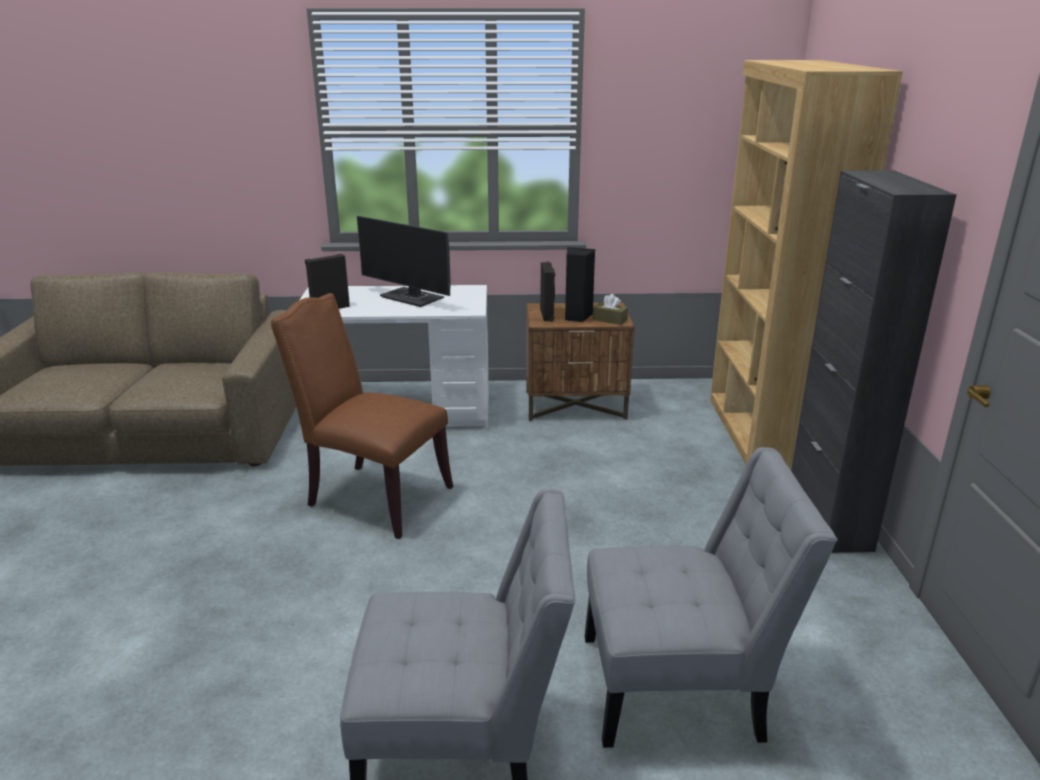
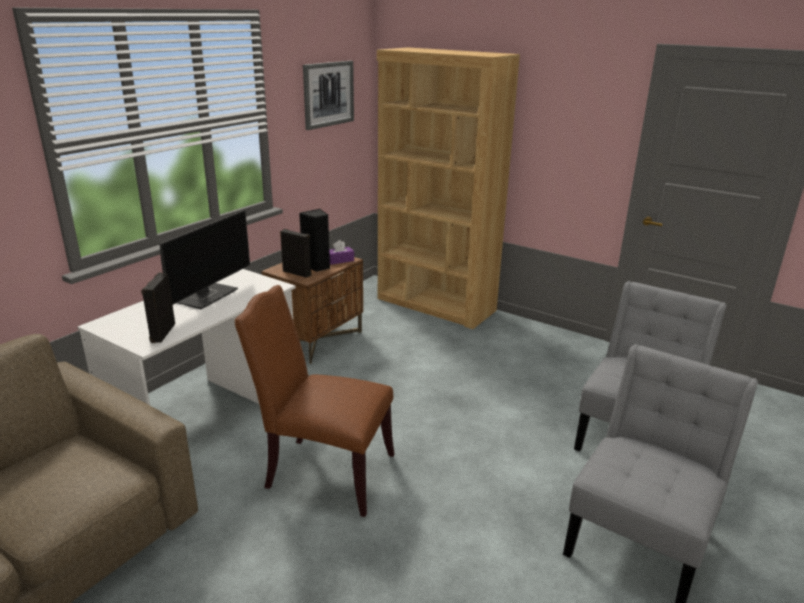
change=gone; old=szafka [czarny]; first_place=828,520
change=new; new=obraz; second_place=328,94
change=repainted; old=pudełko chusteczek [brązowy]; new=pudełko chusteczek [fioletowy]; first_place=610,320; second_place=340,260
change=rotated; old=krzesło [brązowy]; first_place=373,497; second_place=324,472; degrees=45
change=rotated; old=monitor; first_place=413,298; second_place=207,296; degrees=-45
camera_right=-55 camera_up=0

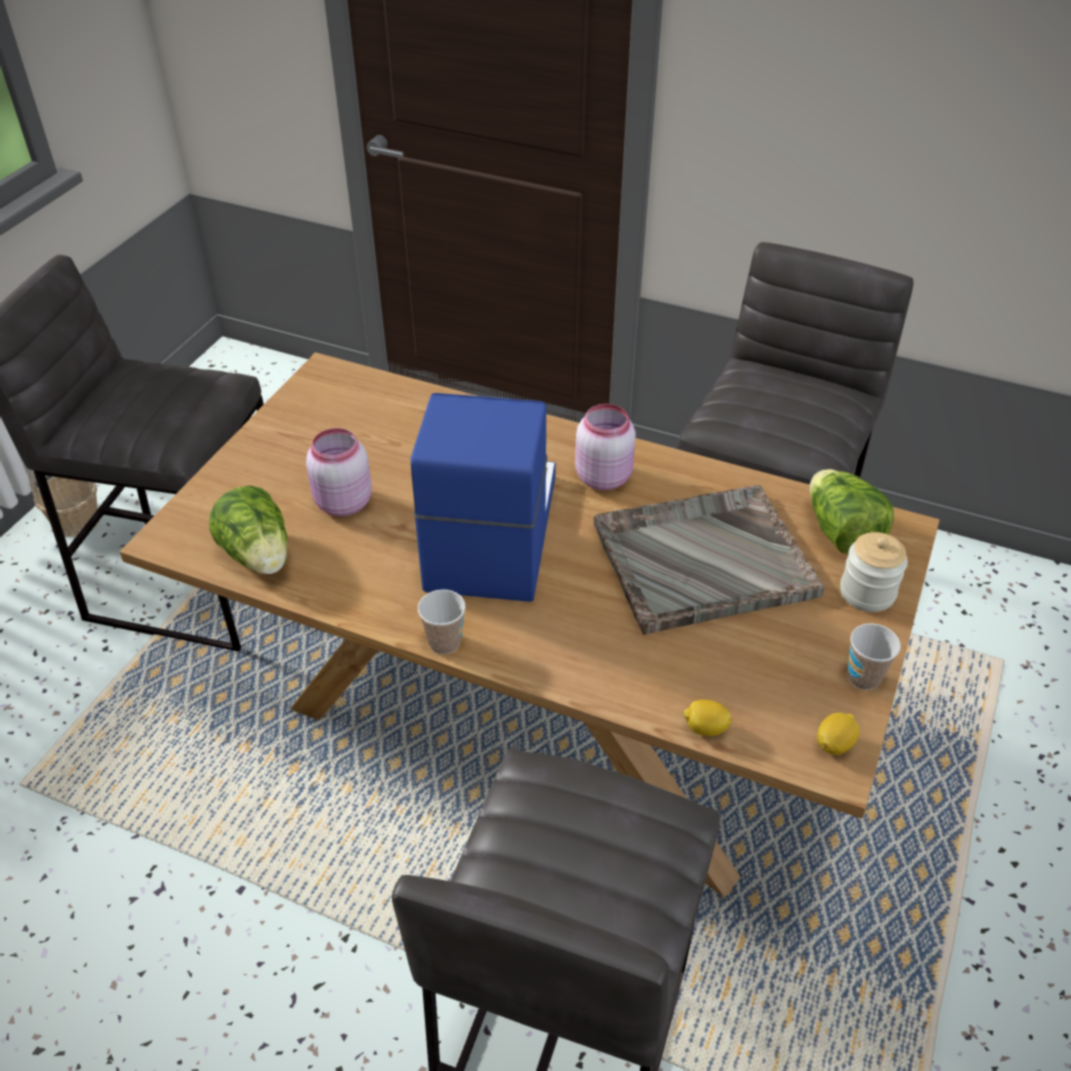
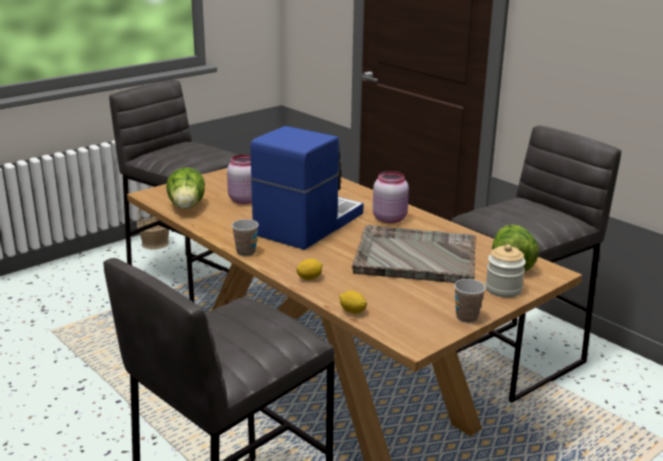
change=shifted; old=cytryna; first_place=834,744; second_place=309,278
camera_right=25 camera_up=-20

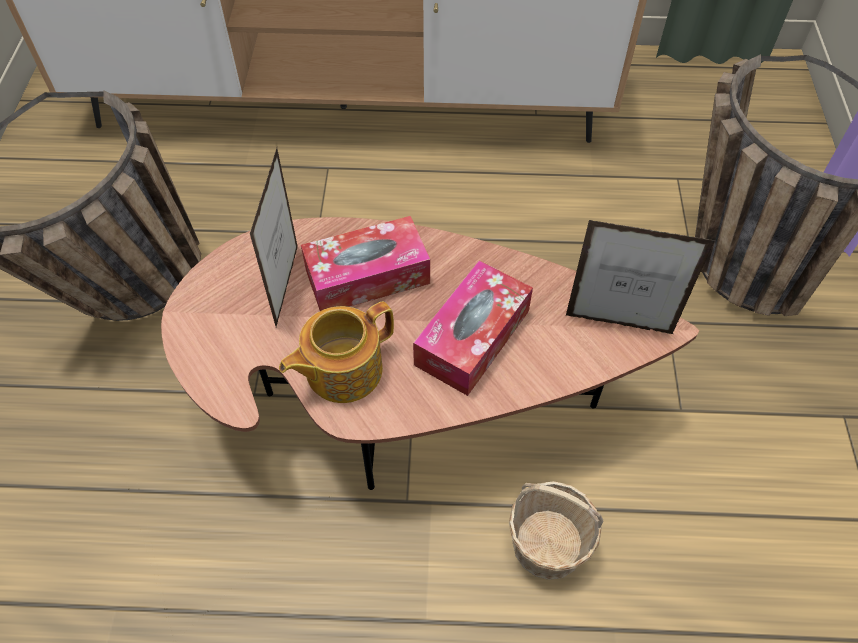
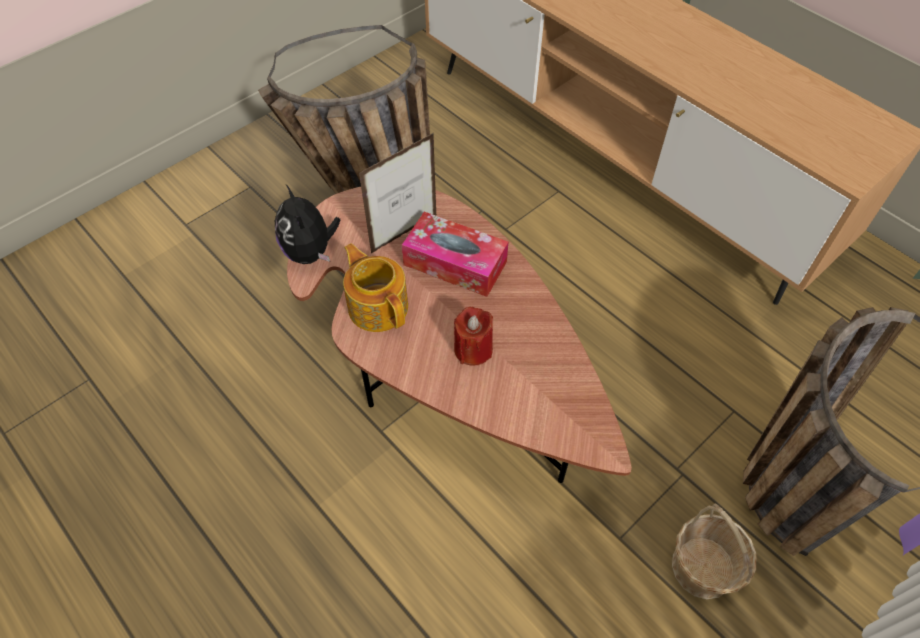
change=gone; old=ramka na zdjęcie; first_place=619,324
change=new; new=pluszak; second_place=311,252
change=shifted; old=koszyk; first_place=548,545; second_place=702,568
change=swapped; old=pudełko chusteczek; new=świeca [czerwony]; first_place=472,337; second_place=473,349
change=rotated; old=imbryk; first_place=342,370; second_place=378,306; degrees=45
camera_right=45 camera_up=0

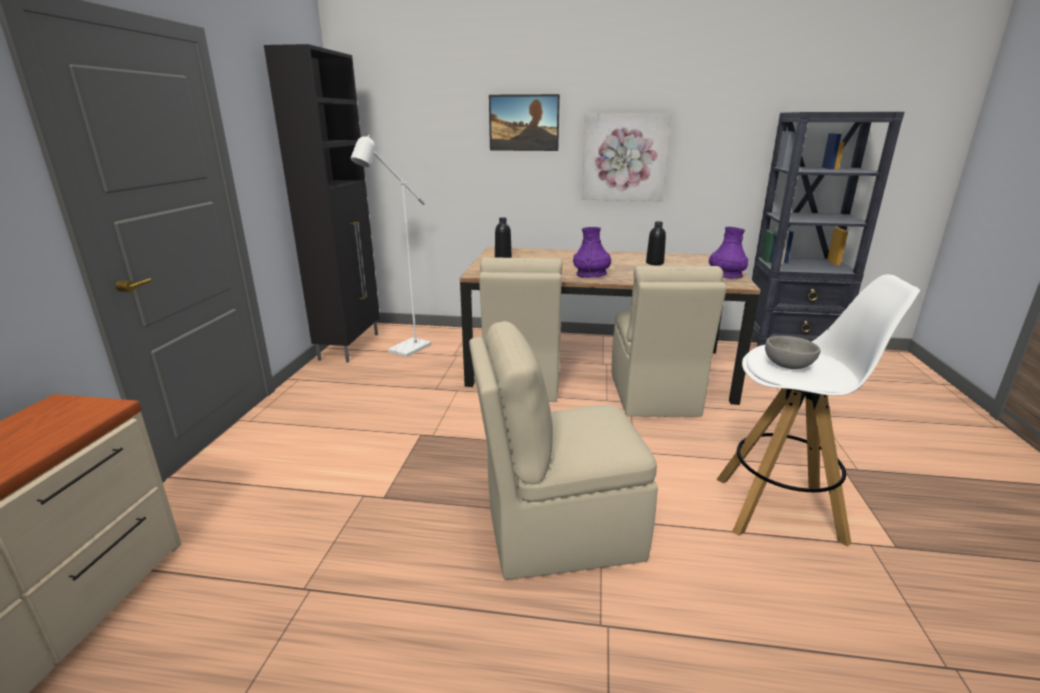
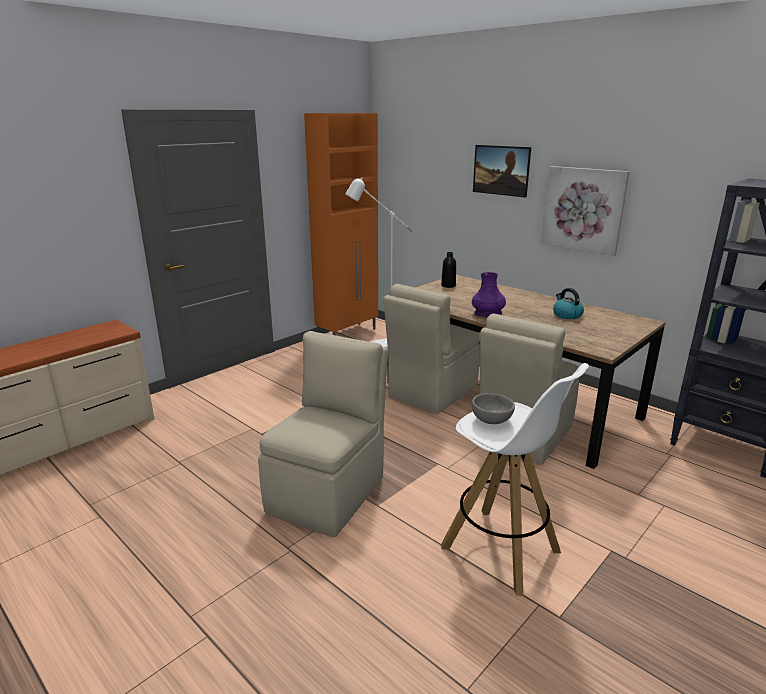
change=gone; old=wazon [fioletowy]; first_place=726,275
change=swapped; old=butelka [czarny]; new=czajnik; first_place=654,263; second_place=566,315
change=repainted; old=szafka [czarny]; new=szafka [pomarańczowy]; first_place=350,346; second_place=348,333
change=rotated; old=krzesło [beżowy]; first_place=558,532; second_place=329,492; degrees=90
camera_right=35 camera_up=0

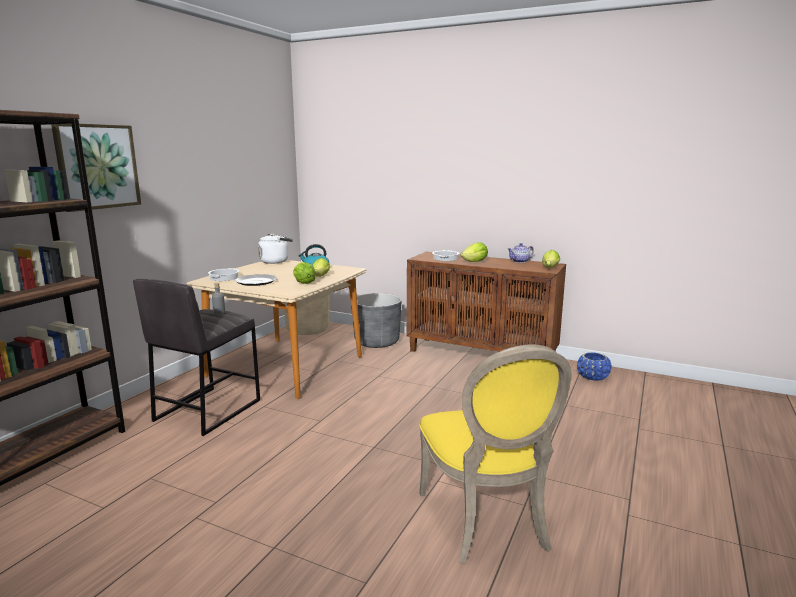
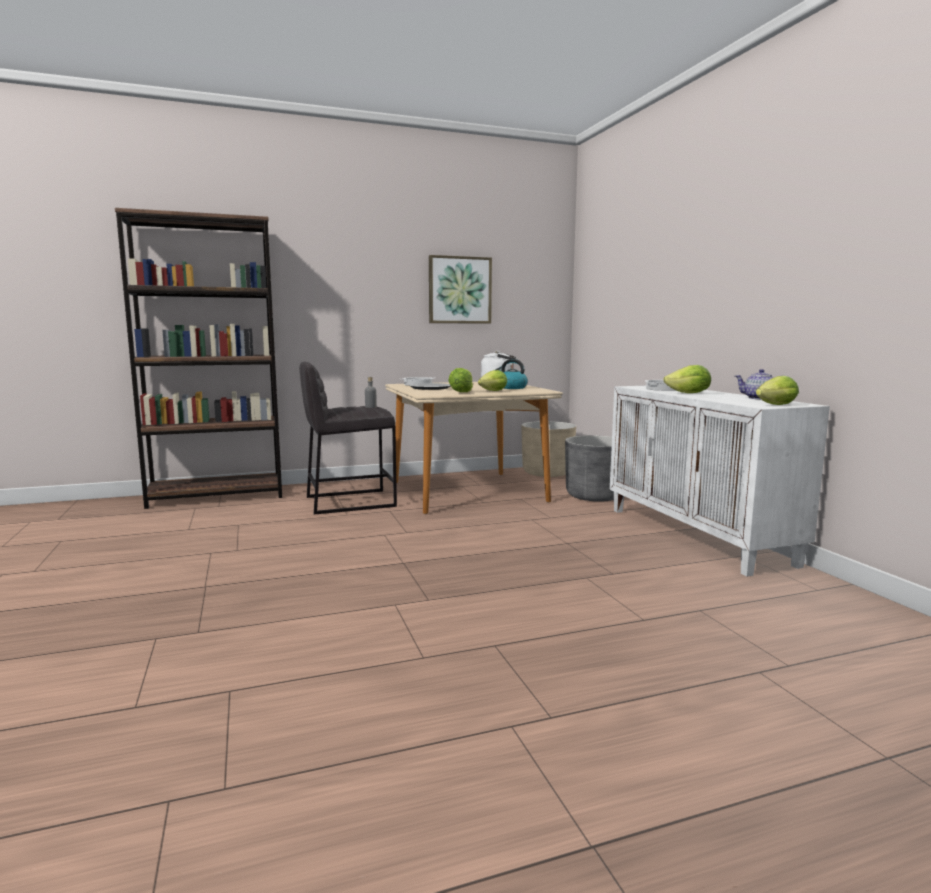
change=gone; old=krzesło [żółty]; first_place=488,522
change=gone; old=donica [niebieski]; first_place=593,377
change=shifted; old=obraz; first_place=97,166; second_place=459,290
change=repainted; old=szafka [brązowy]; new=szafka [biały]; first_place=482,355; second_place=697,535
camera_right=45 camera_up=-5

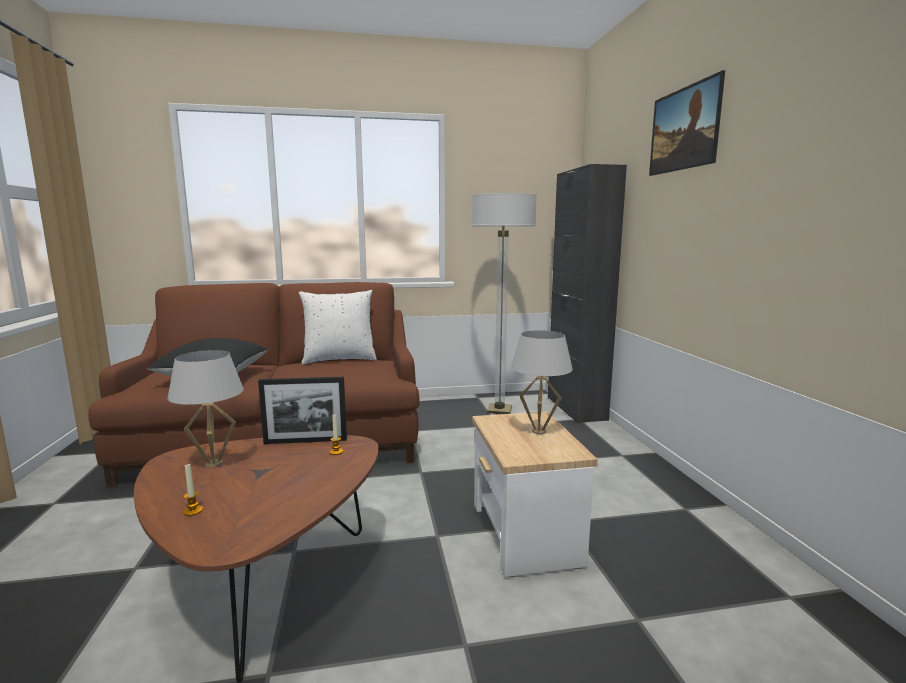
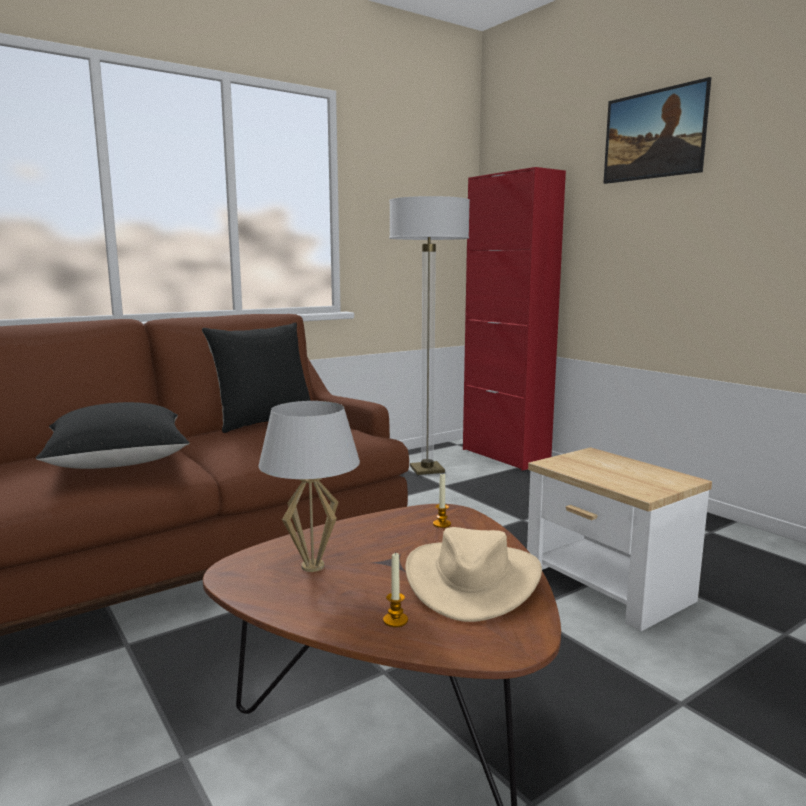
change=gone; old=ramka na zdjęcie; first_place=305,441
change=gone; old=lampa stołowa [biały]; first_place=538,431
change=new; new=kapelusz [beżowy]; second_place=472,579
change=repainted; old=poduszka [biały]; new=poduszka [czarny]; first_place=339,359; second_place=263,422
change=repainted; old=szafka [czarny]; new=szafka [czerwony]; first_place=576,408; second_place=505,456
camera_right=-25 camera_up=0

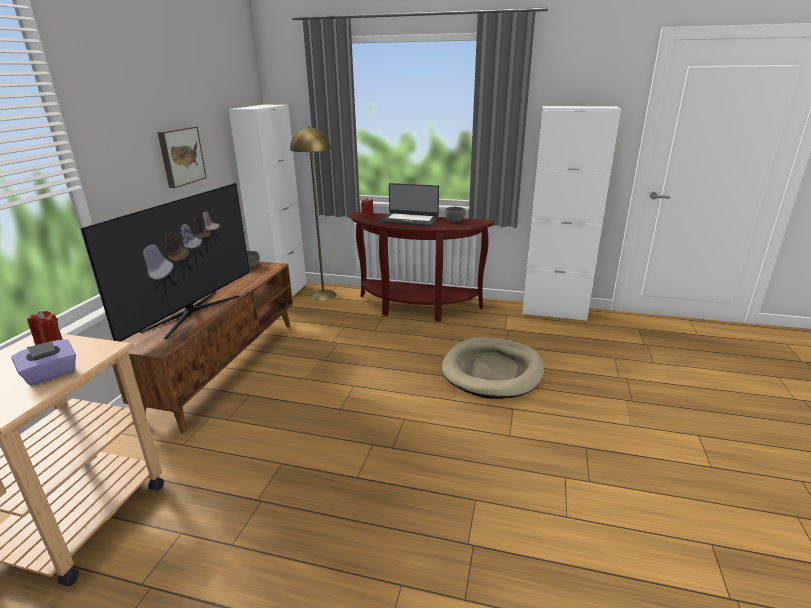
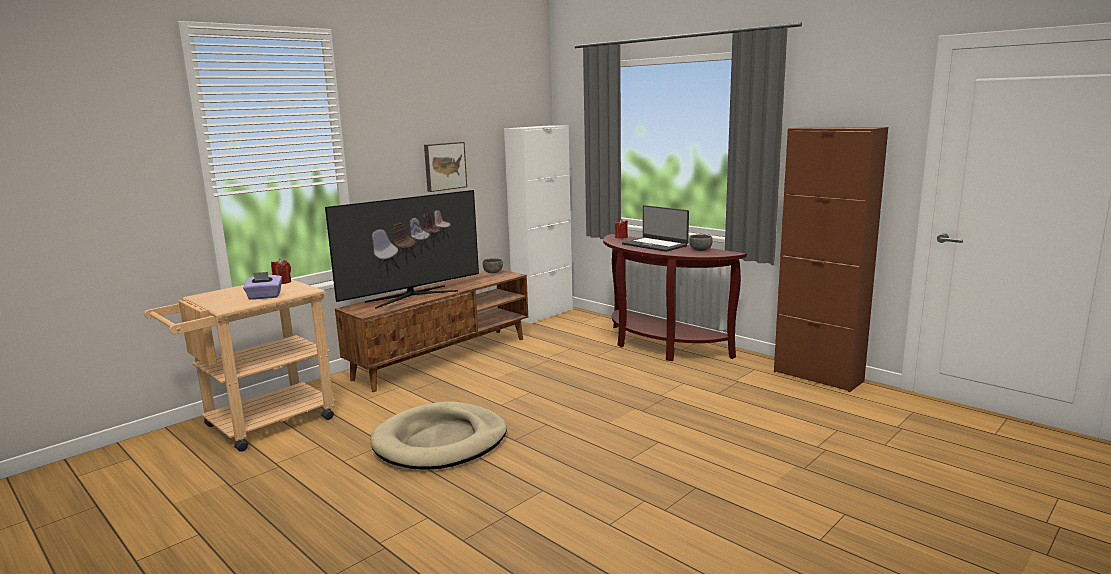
change=gone; old=lampa stojąca [żółty]; first_place=323,295
change=shifted; old=legowisko [beżowy]; first_place=492,371; second_place=440,441
change=repainted; old=szafka [biały]; new=szafka [brązowy]; first_place=554,312; second_place=818,376
camera_right=30 camera_up=-10

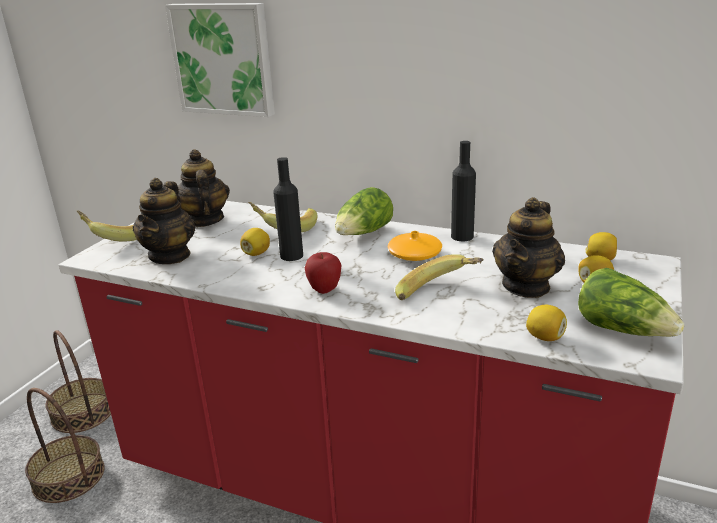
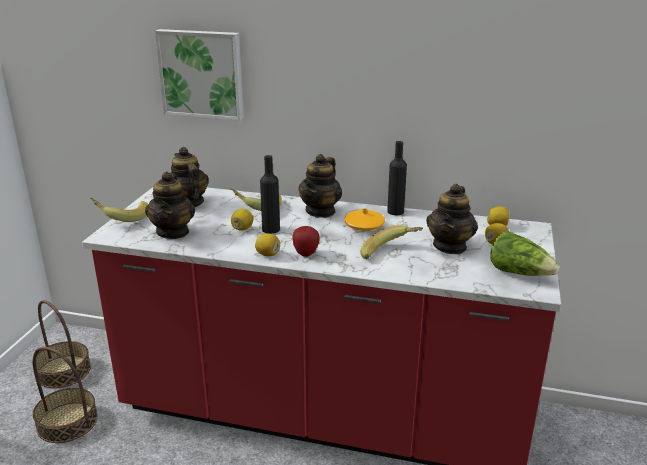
change=shifted; old=cytryna; first_place=545,337; second_place=267,254
change=swapped; old=sałata; new=imbryk; first_place=364,234; second_place=320,211
camera_right=-10 camera_up=0

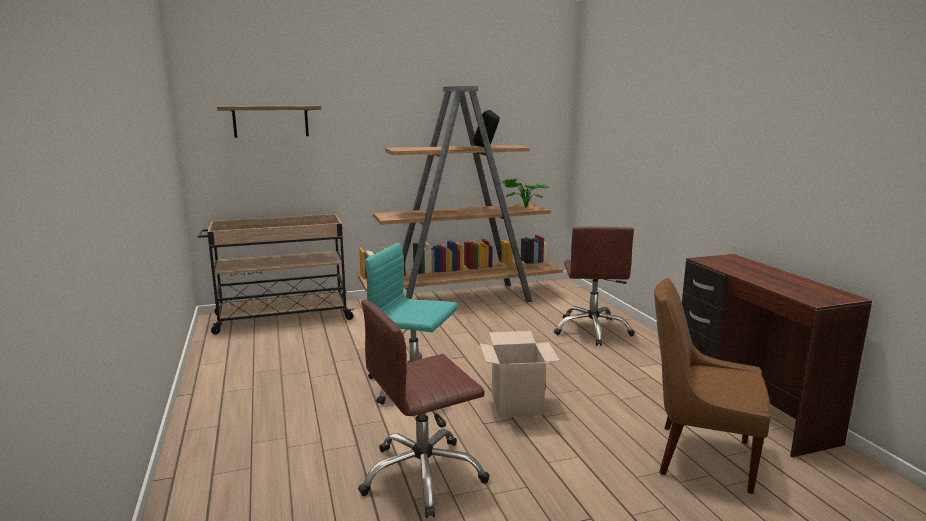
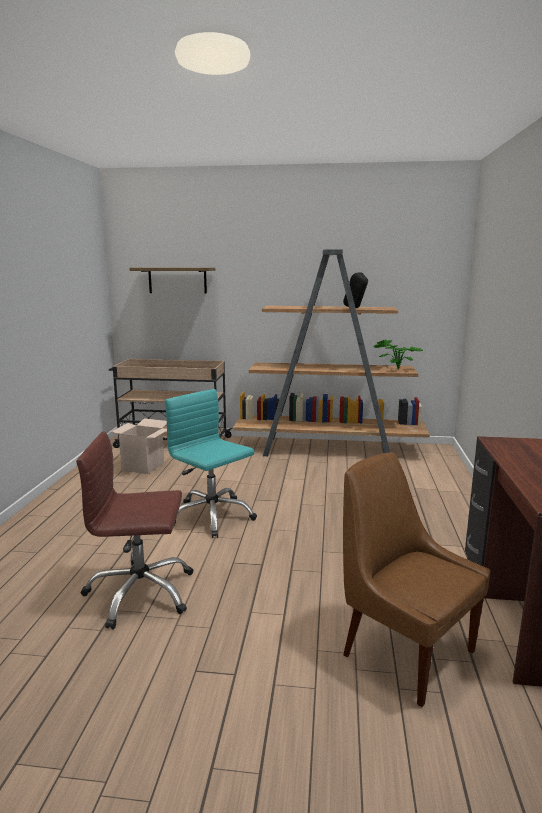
change=gone; old=krzesło biurowe [brązowy]; first_place=592,330
change=shifted; old=karton; first_place=517,404; second_place=143,466
camera_right=25 camera_up=0

